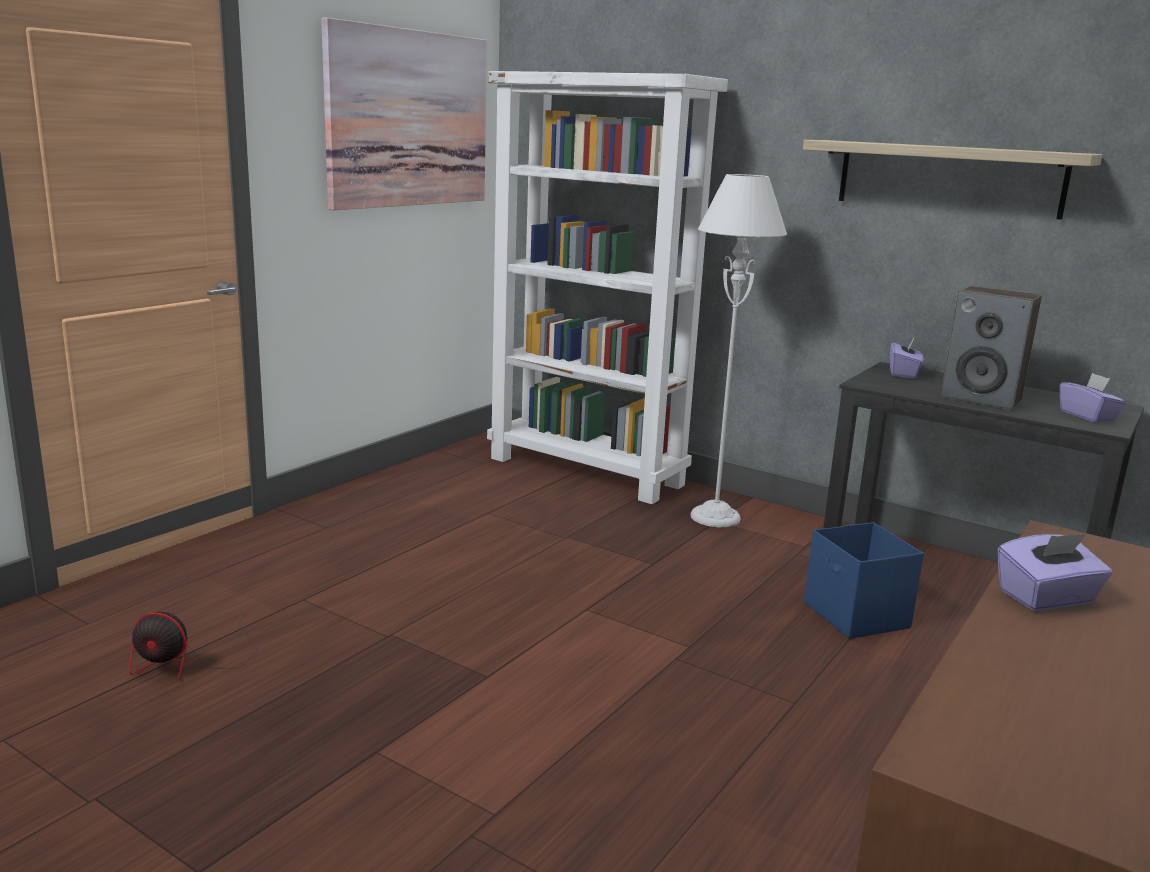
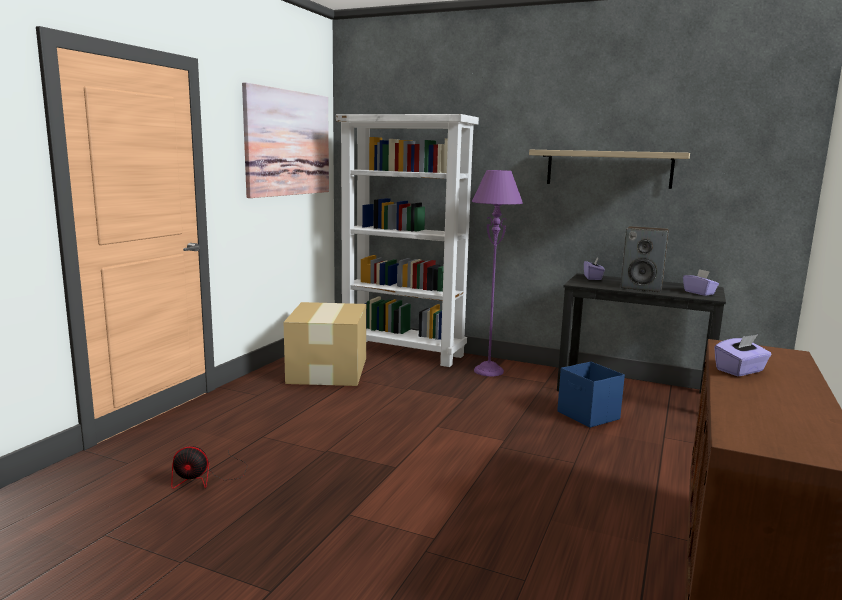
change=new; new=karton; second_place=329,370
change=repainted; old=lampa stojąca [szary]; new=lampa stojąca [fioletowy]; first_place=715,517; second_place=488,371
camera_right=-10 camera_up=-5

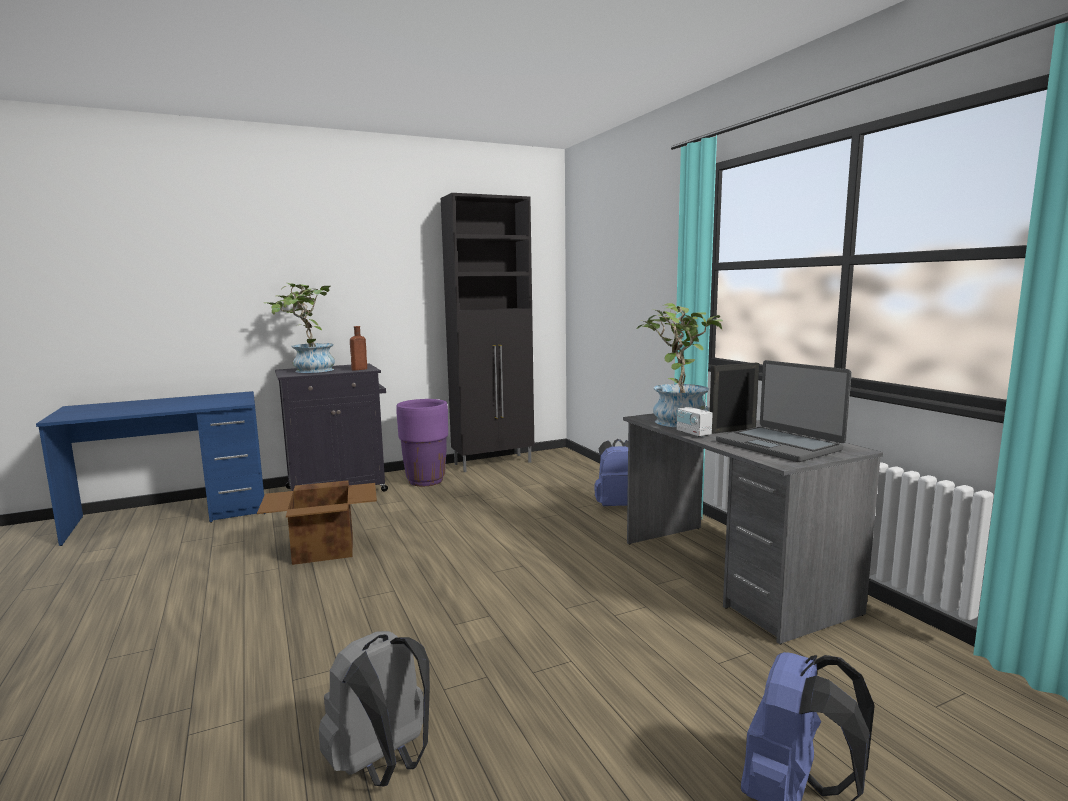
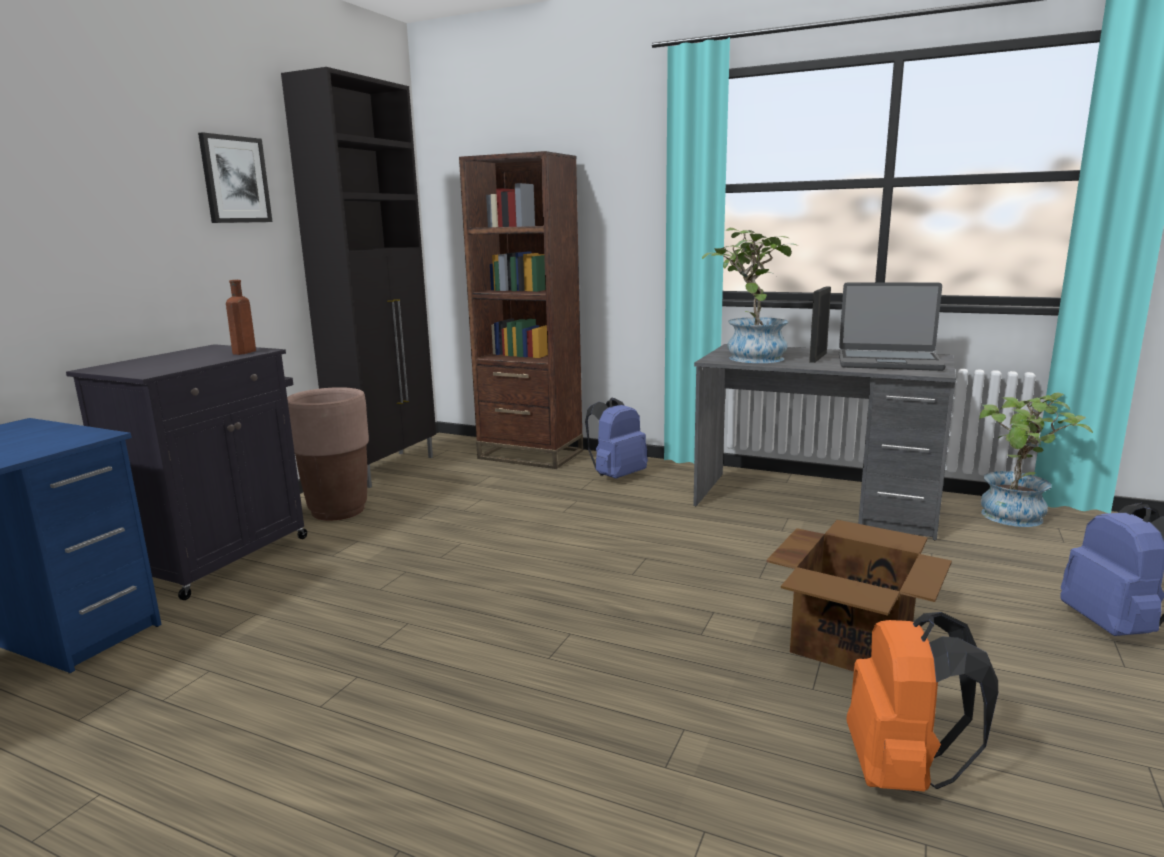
change=gone; old=radio; first_place=693,433
change=new; new=obraz; second_place=235,180
change=new; new=regał [brązowy]; second_place=530,455
change=shifted; old=karton; first_place=325,548; second_place=852,643
change=shifted; old=roślina doniczkowa; first_place=308,371; second_place=1015,519
change=repainted; old=plecak [szary]; new=plecak [pomarańczowy]; first_place=383,764; second_place=902,772
change=repainted; old=donica [fioletowy]; new=donica [brązowy]; first_place=425,481; second_place=338,511
camera_right=-40 camera_up=5

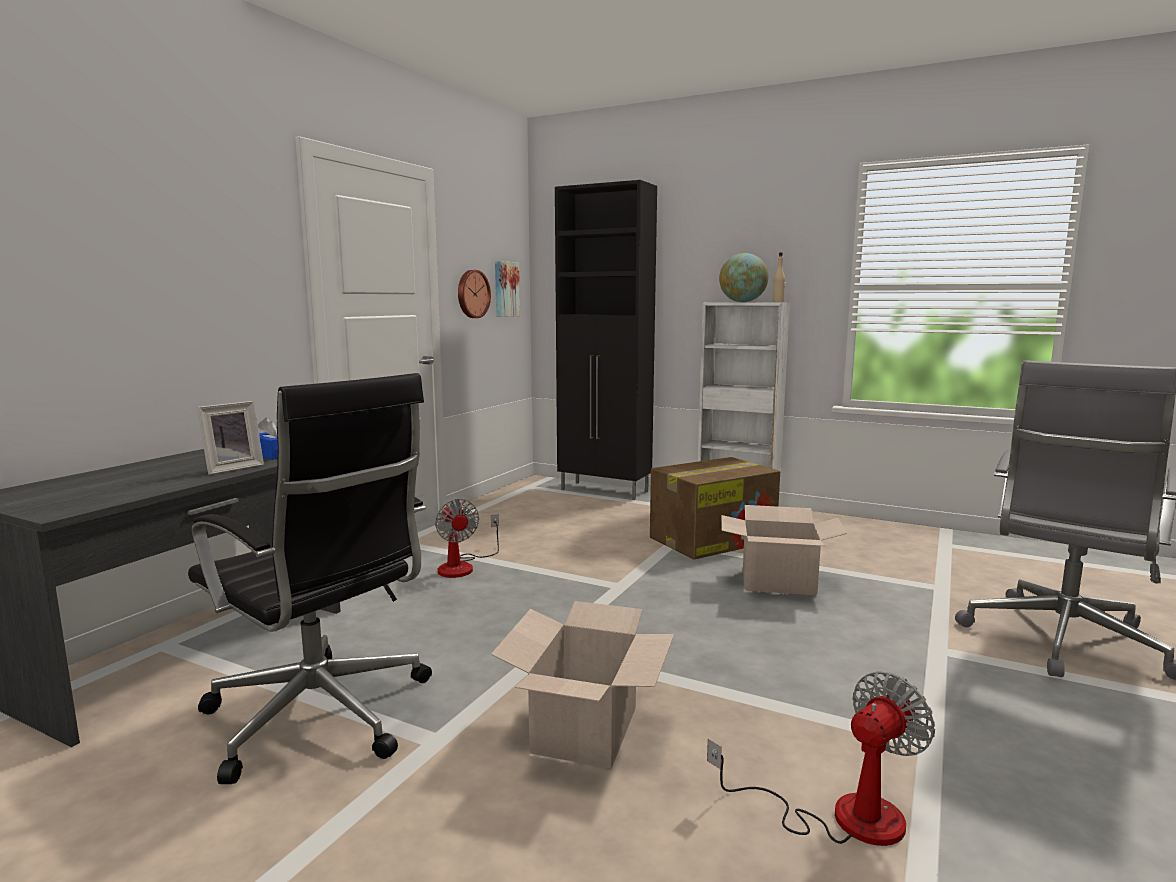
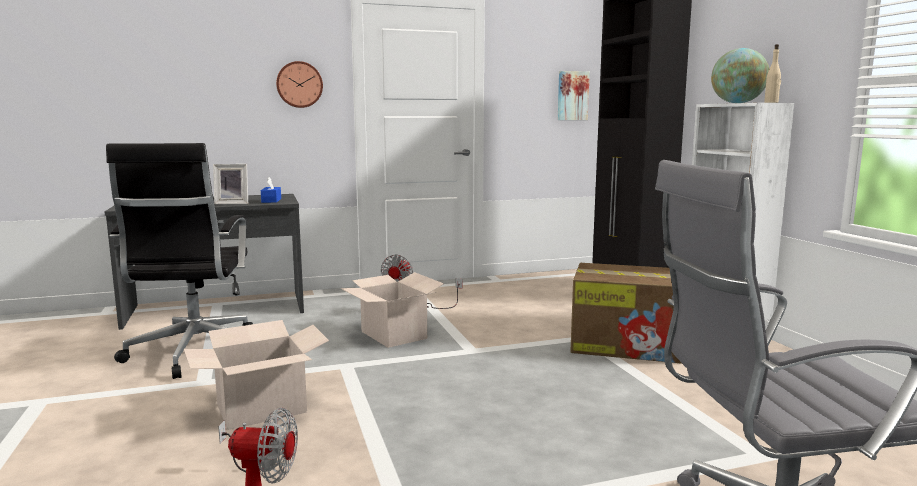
change=shifted; old=zegar ścienny; first_place=472,294; second_place=299,84
change=shifted; old=karton; first_place=778,582; second_place=394,335
camera_right=45 camera_up=0

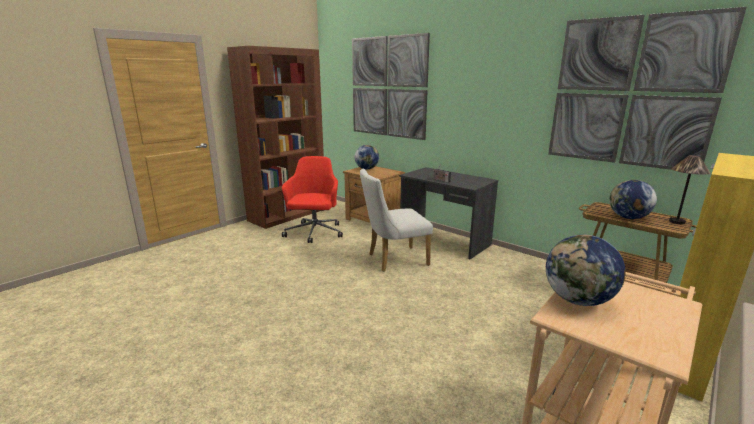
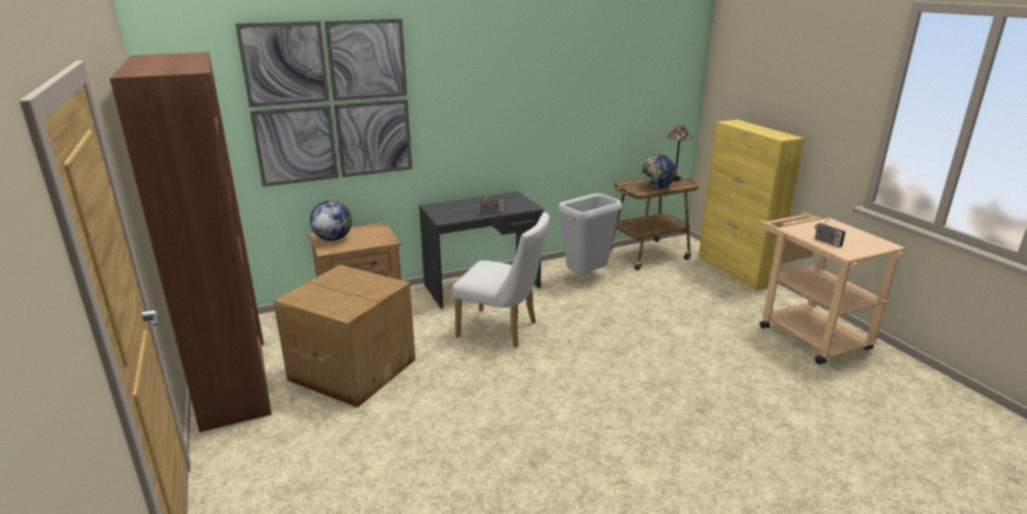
change=gone; old=obraz; first_place=631,92
change=new; new=kosz na śmieci [szary]; second_place=586,277
change=swapped; old=krzesło biurowe [czerwony]; new=karton; first_place=314,233; second_place=352,368
change=swapped; old=globus; new=radio; first_place=578,300; second_place=826,242
change=rotated; old=krzesło [biały]; first_place=393,260; second_place=503,330; degrees=-75
camera_right=-65 camera_up=5

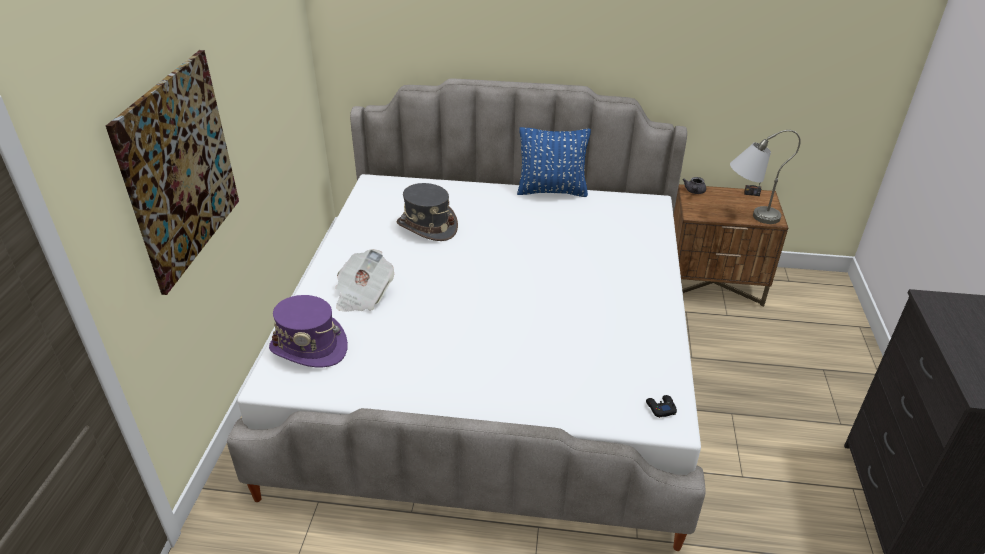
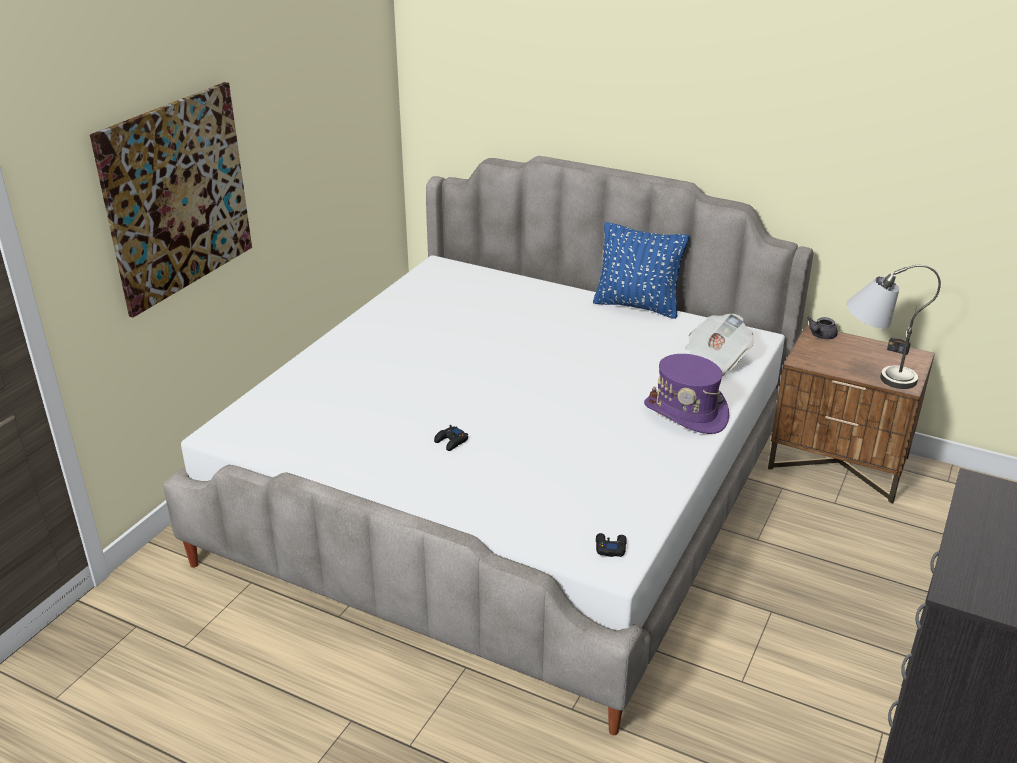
change=gone; old=kapelusz [szary]; first_place=427,227
change=new; new=pad do gier [czarny]; second_place=451,442
change=shifted; old=kapelusz [fioletowy]; first_place=309,347; second_place=686,413
change=shifted; old=gazeta; first_place=363,295; second_place=713,362
camera_right=20 camera_up=-5

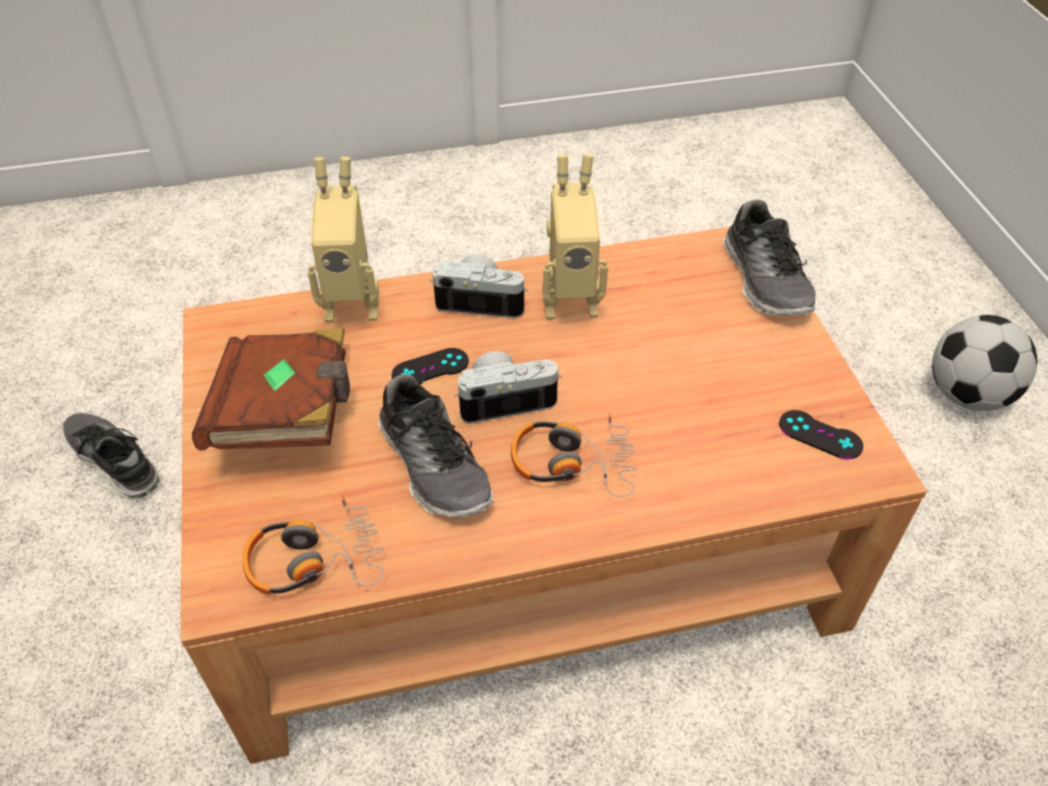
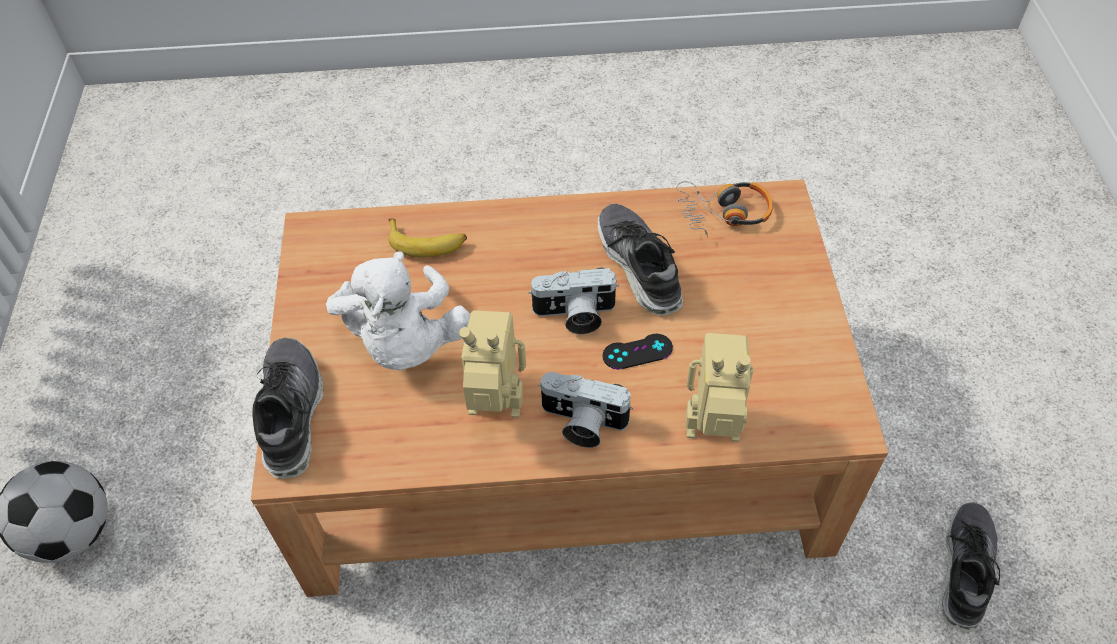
change=gone; old=książka [brązowy]; first_place=288,413
change=gone; old=słuchawki; first_place=573,462
change=gone; old=pad do gier [czarny]; first_place=820,435
change=new; new=pluszak [biały]; second_place=404,343
change=new; new=banan; second_place=427,243
change=rotated; old=but; first_place=114,462; second_place=964,569; degrees=-120
camera_right=-170 camera_up=5

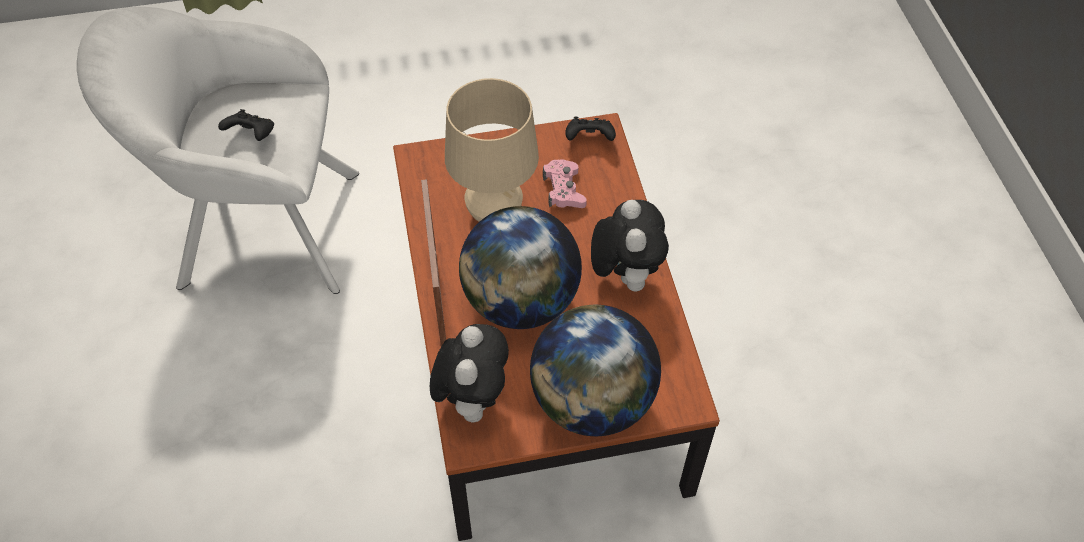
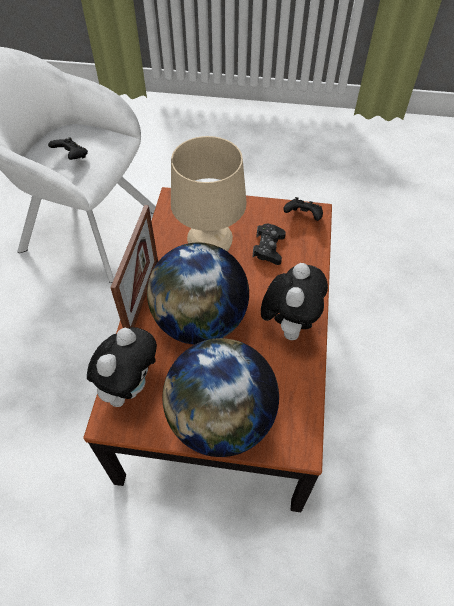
change=repainted; old=pad do gier [różowy]; new=pad do gier [czarny]; first_place=564,190; second_place=268,248
camera_right=20 camera_up=0

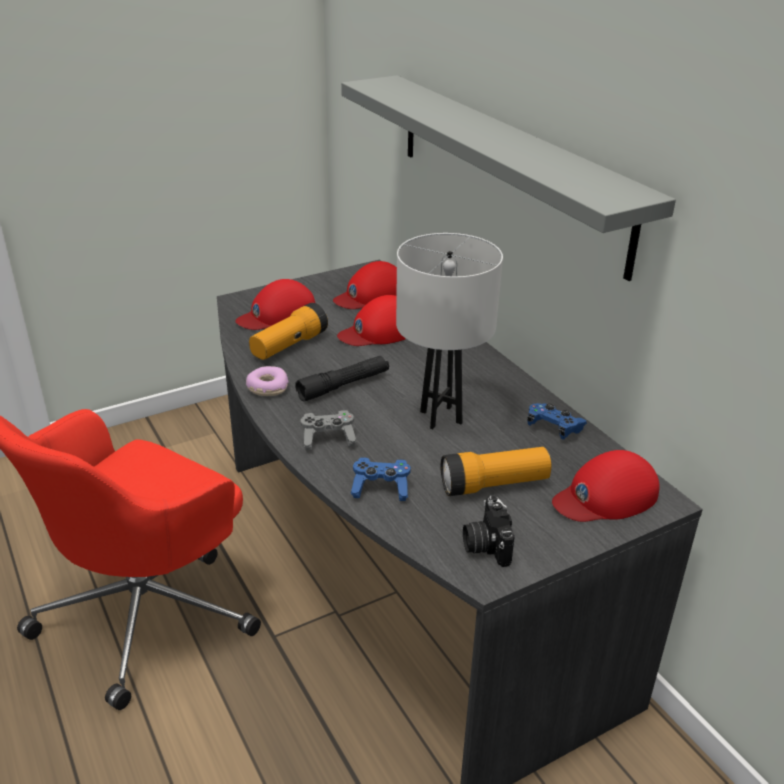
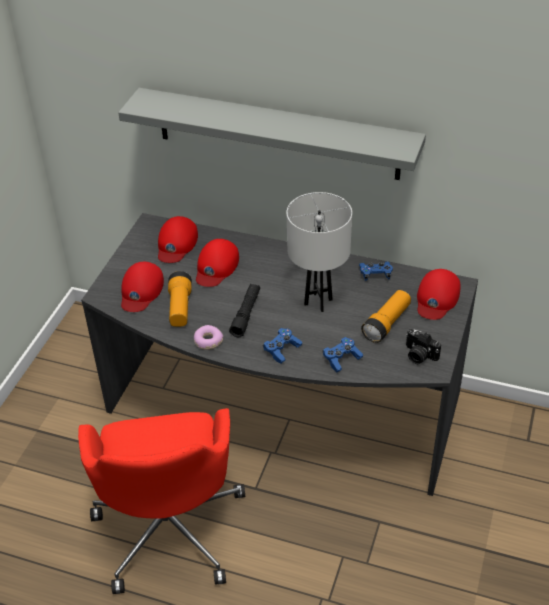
change=repainted; old=pad do gier [szary]; new=pad do gier [niebieski]; first_place=328,438; second_place=282,350
camera_right=-40 camera_up=10

